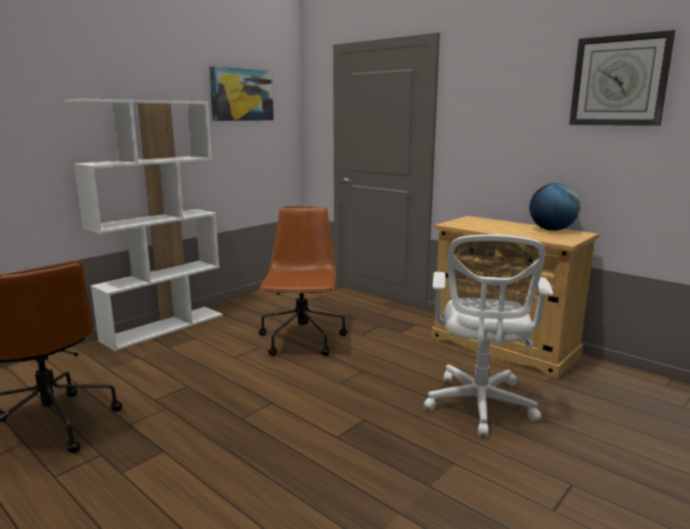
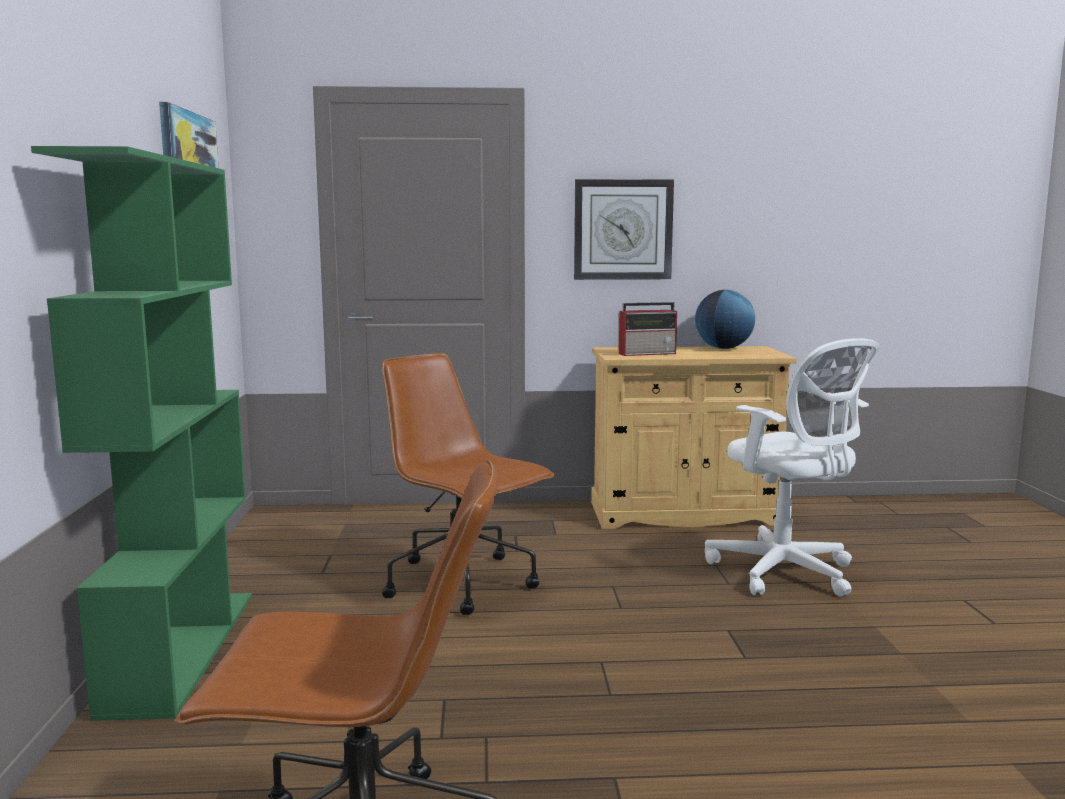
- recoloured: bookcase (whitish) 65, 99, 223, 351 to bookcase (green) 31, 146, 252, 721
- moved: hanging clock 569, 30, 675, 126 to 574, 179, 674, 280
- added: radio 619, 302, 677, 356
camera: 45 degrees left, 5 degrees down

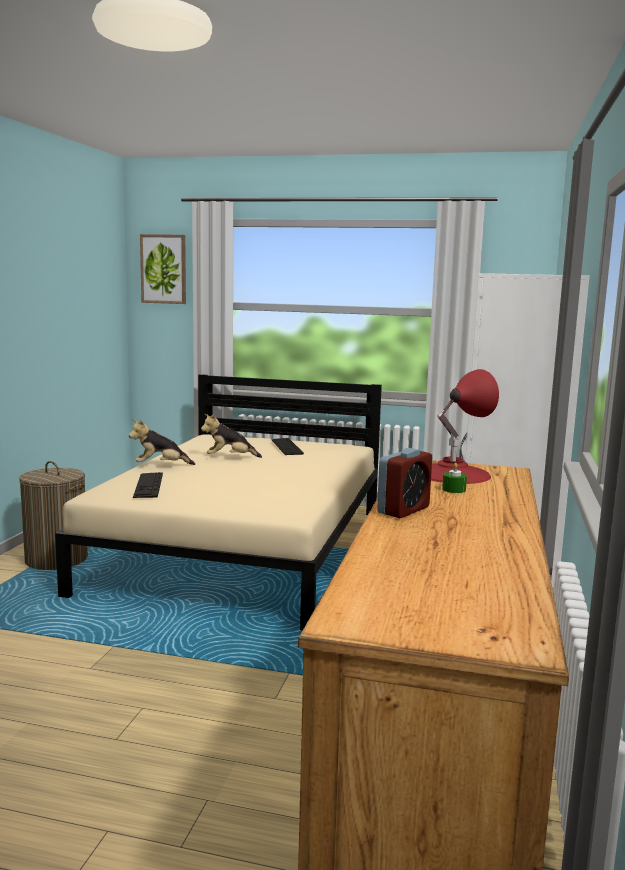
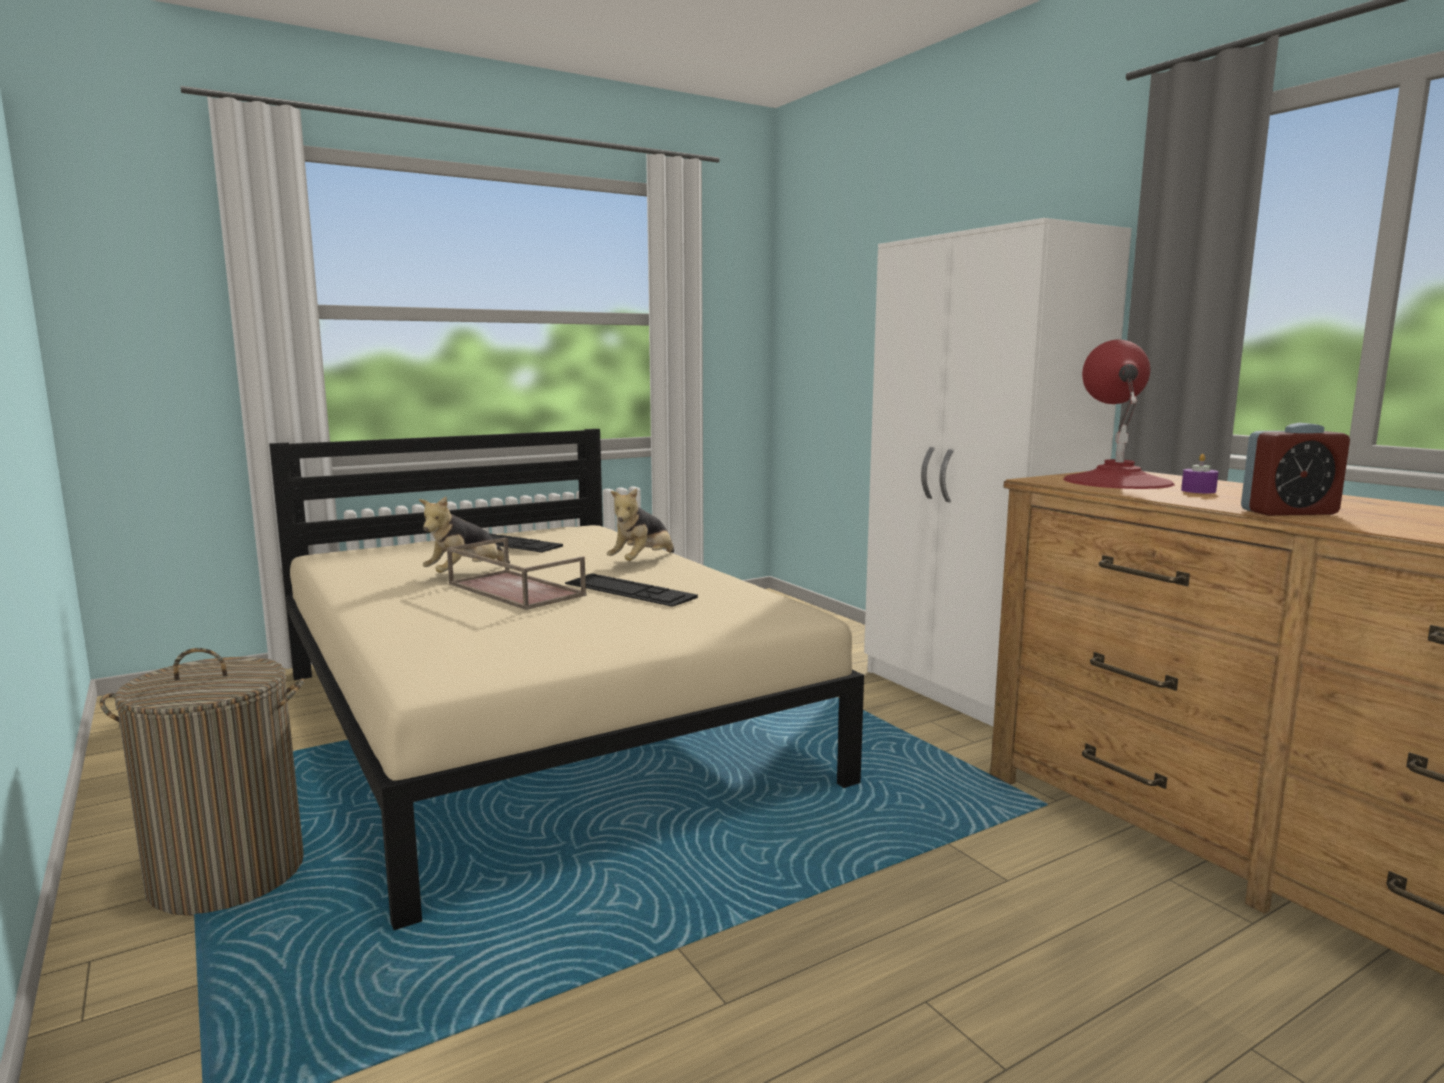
- added: carrying tray (brown) 447, 538, 586, 610
- moved: keyboard 133, 472, 163, 498 to 565, 573, 698, 607
- moved: soft toy 129, 419, 195, 465 to 607, 488, 674, 561
- recoloured: wax light (green) 442, 463, 467, 493 to wax light (purplish) 1181, 454, 1219, 493
- turned: table clock 377, 448, 432, 518 = 1241, 423, 1350, 516 90 degrees clockwise
- removed: picture 140, 234, 186, 304
camera: 45 degrees left, 0 degrees up

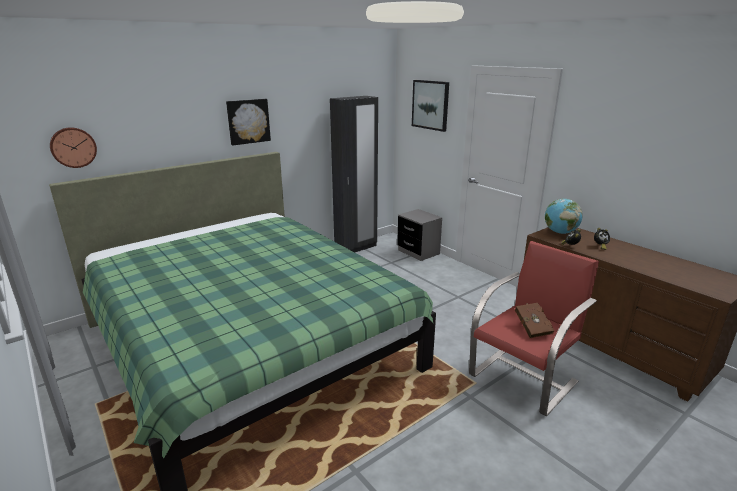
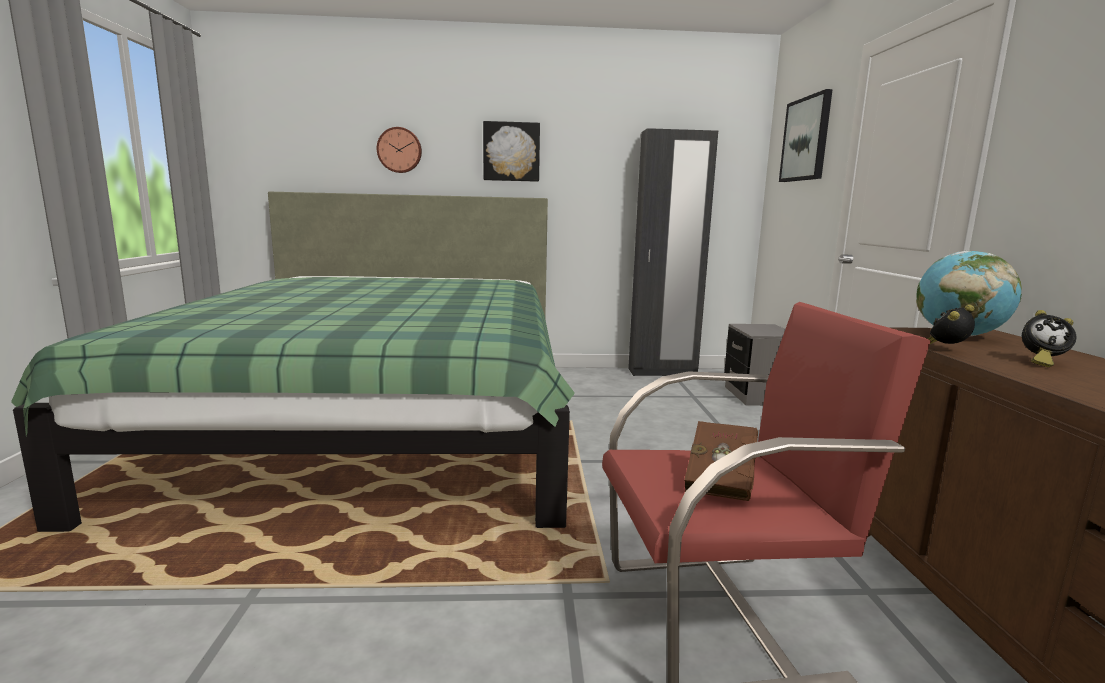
- moved: hanging clock 50, 127, 97, 168 to 377, 127, 422, 173
camera: 35 degrees right, 10 degrees down

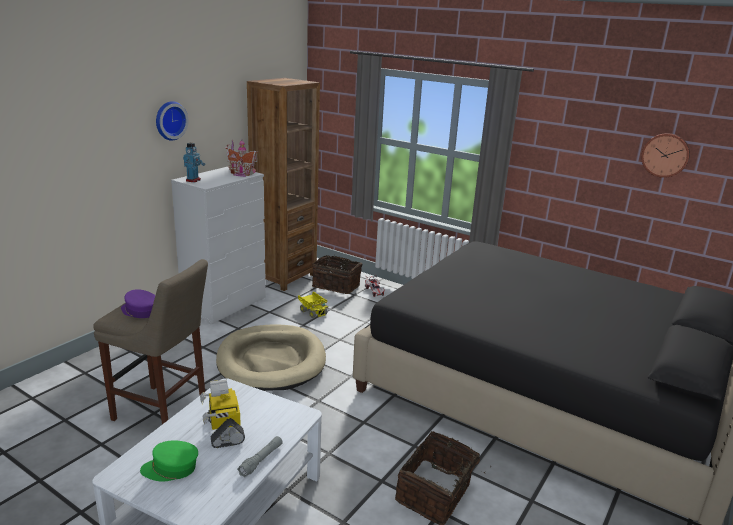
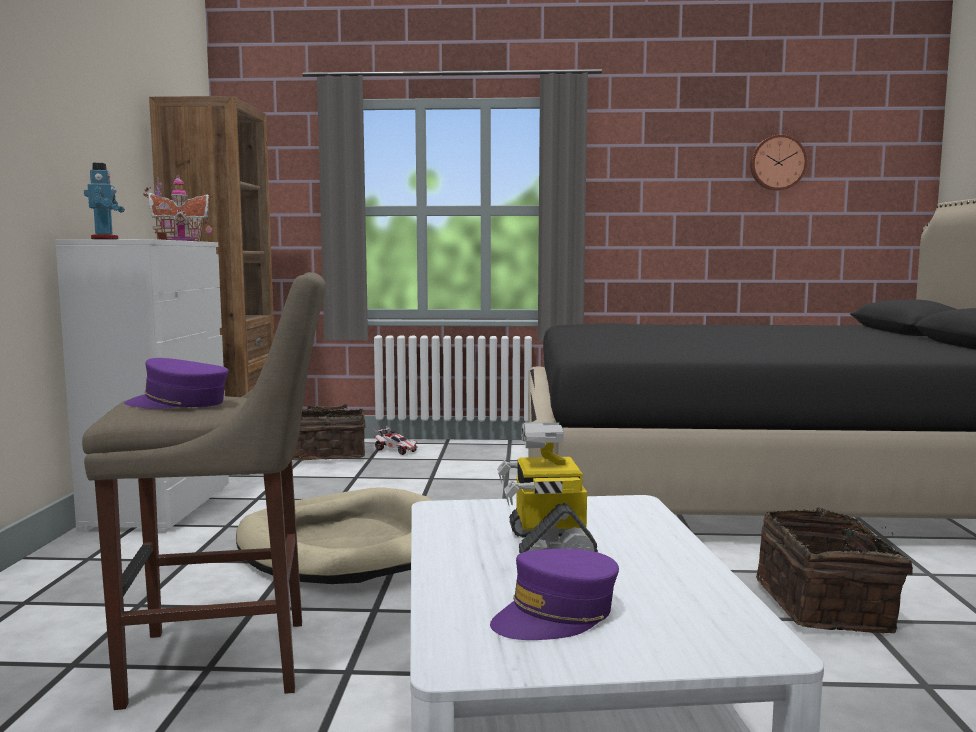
- recoloured: cap (green) 140, 441, 198, 482 to cap (purplish) 490, 549, 619, 640
- turned: toy robot 200, 380, 245, 448 = 497, 422, 598, 553 45 degrees clockwise
- removed: hanging clock 156, 101, 188, 141
- removed: flashlight (gray) 237, 436, 282, 478
- removed: model truck 298, 291, 328, 318
camera: 30 degrees left, 15 degrees down

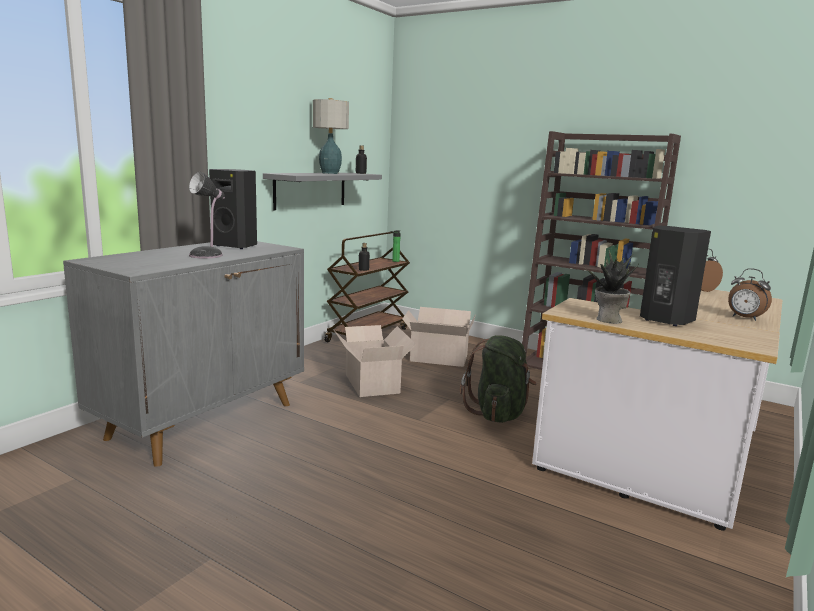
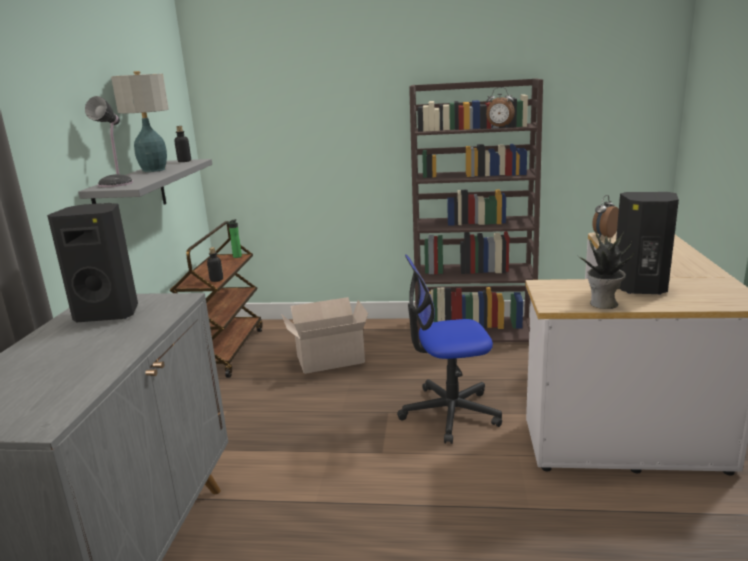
- moved: tabletop lamp 189, 171, 225, 258 to 85, 96, 133, 187
- replaced: knapsack (green) 460, 335, 537, 423 to computer chair 397, 255, 502, 444
- moved: table clock 728, 268, 772, 321 to 486, 87, 515, 128
- removed: cardboard box 333, 325, 416, 397
camera: 25 degrees left, 5 degrees up

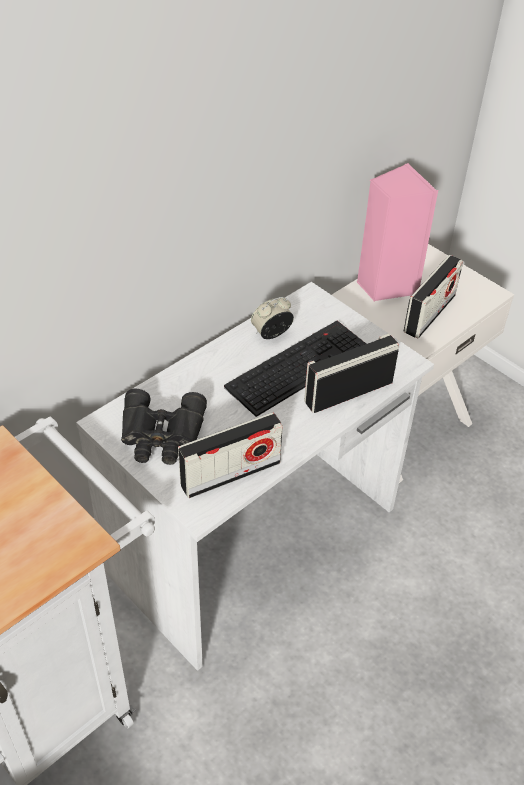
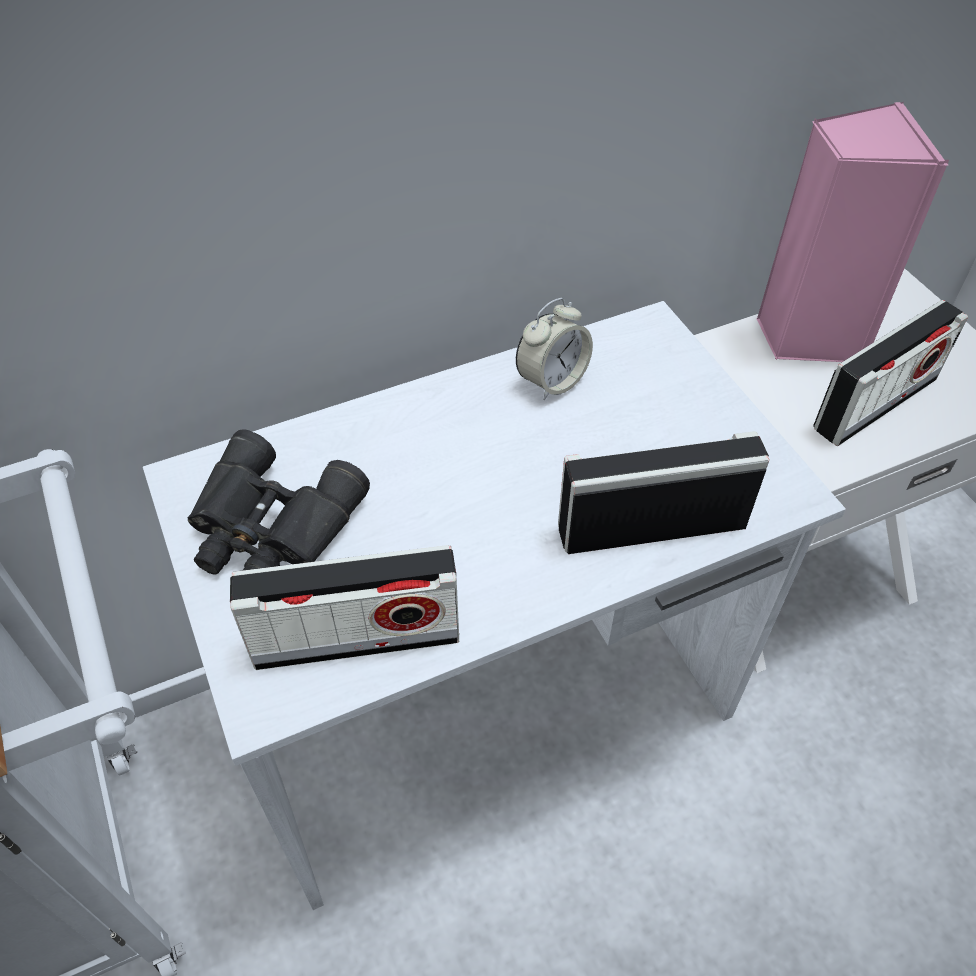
- turned: table clock 251, 297, 294, 339 = 516, 298, 593, 400 150 degrees clockwise
- removed: keyboard 224, 321, 366, 417
camera: 20 degrees right, 5 degrees up

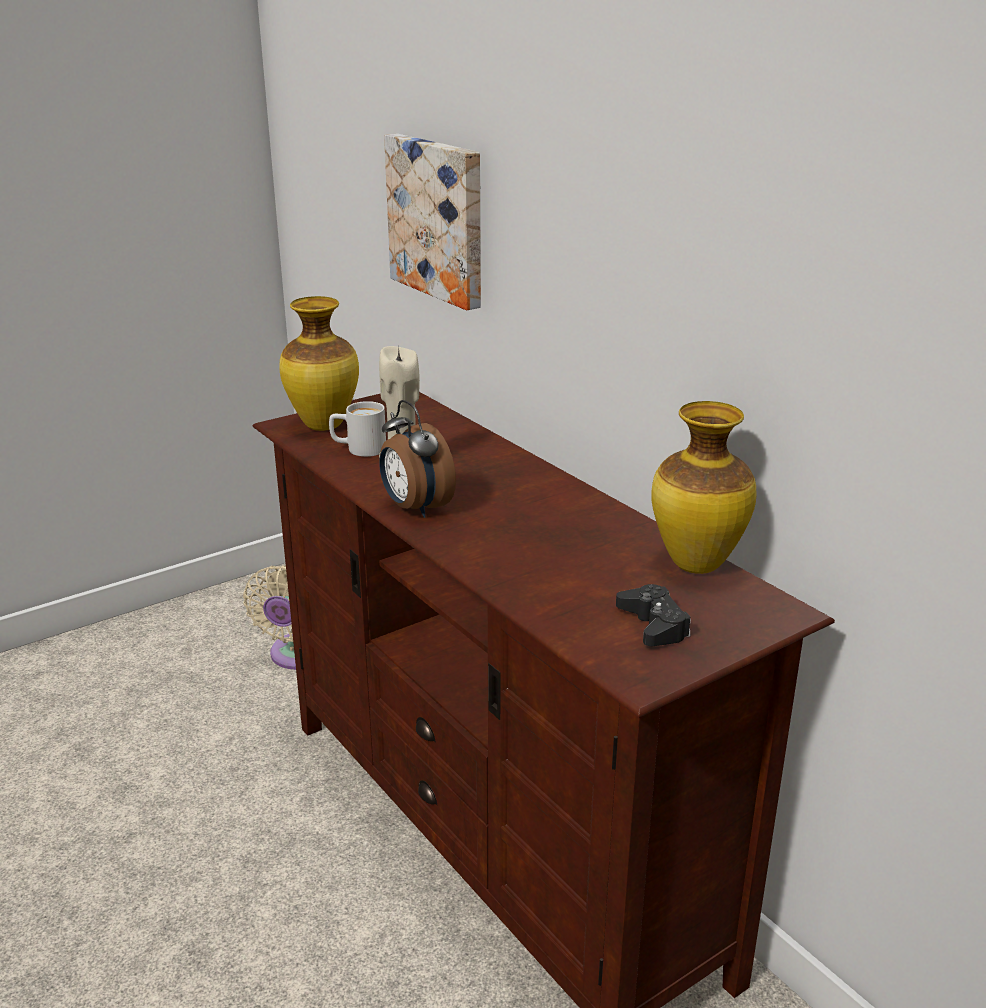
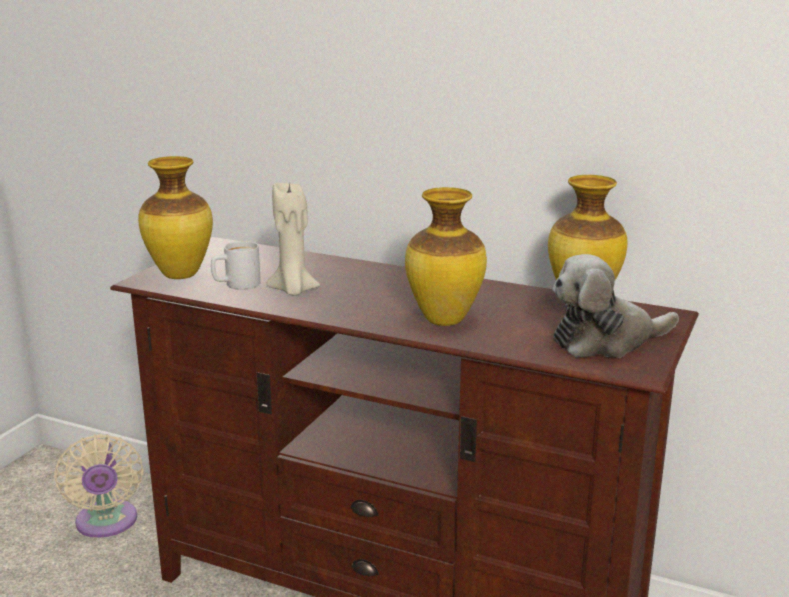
- added: vase 405, 187, 487, 326
- replaced: joypad (black-coloured) 616, 584, 691, 646 to soft toy 552, 254, 679, 358
- removed: table clock 379, 400, 456, 518
- removed: picture 384, 134, 481, 310
camera: 30 degrees left, 5 degrees down

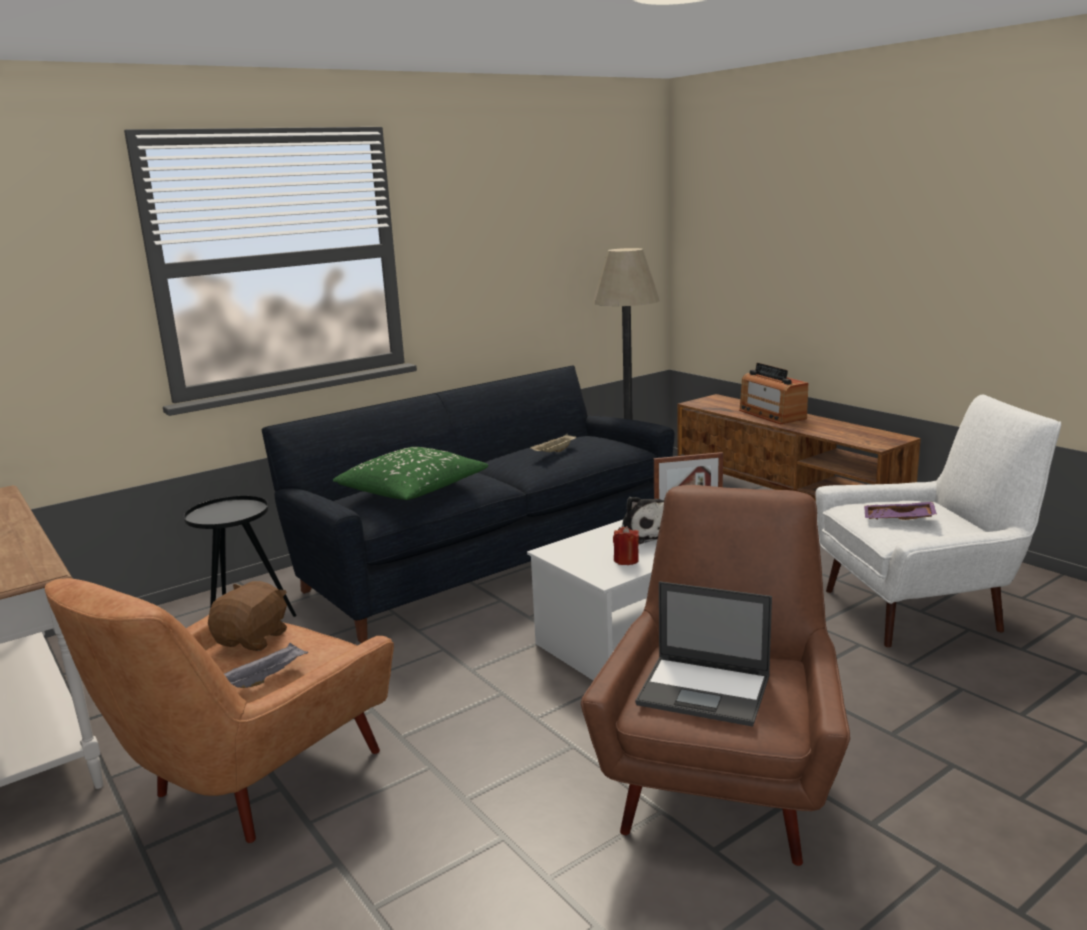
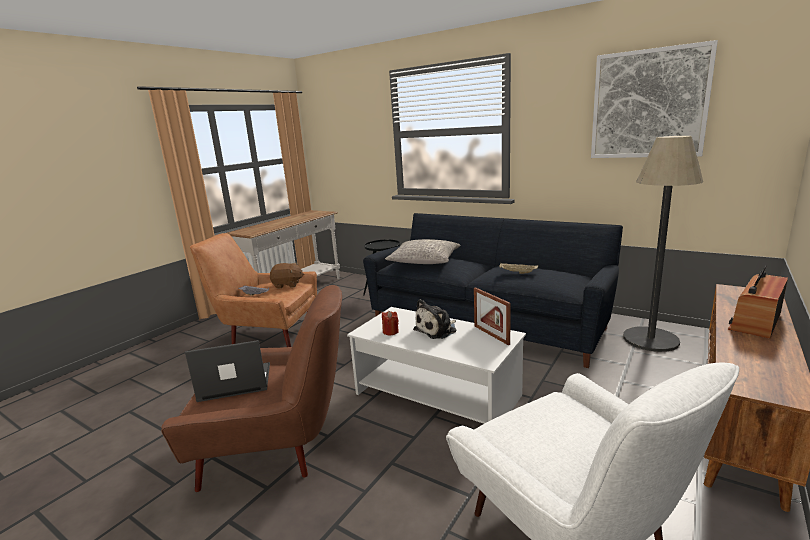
- turned: portable computer 635, 581, 772, 727 = 185, 340, 270, 402 75 degrees clockwise
- recoloured: pillow (green) 333, 447, 488, 500 to pillow (gray) 385, 239, 460, 264
- added: picture 591, 40, 718, 158
- removed: carrying tray (purplish) 864, 502, 937, 520
camera: 70 degrees right, 0 degrees up

